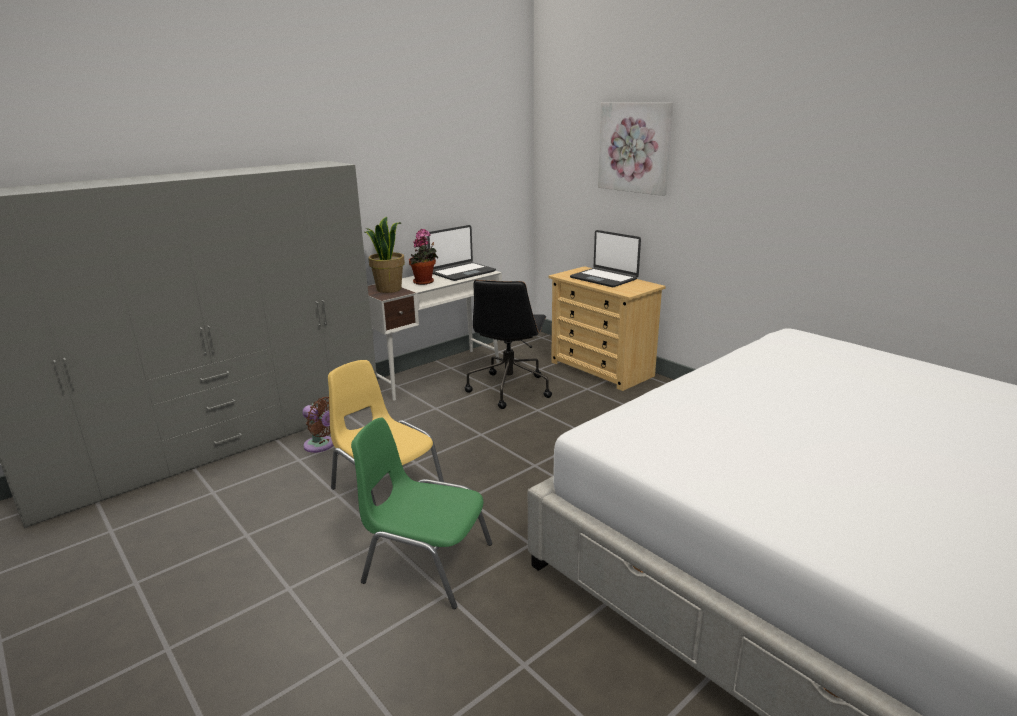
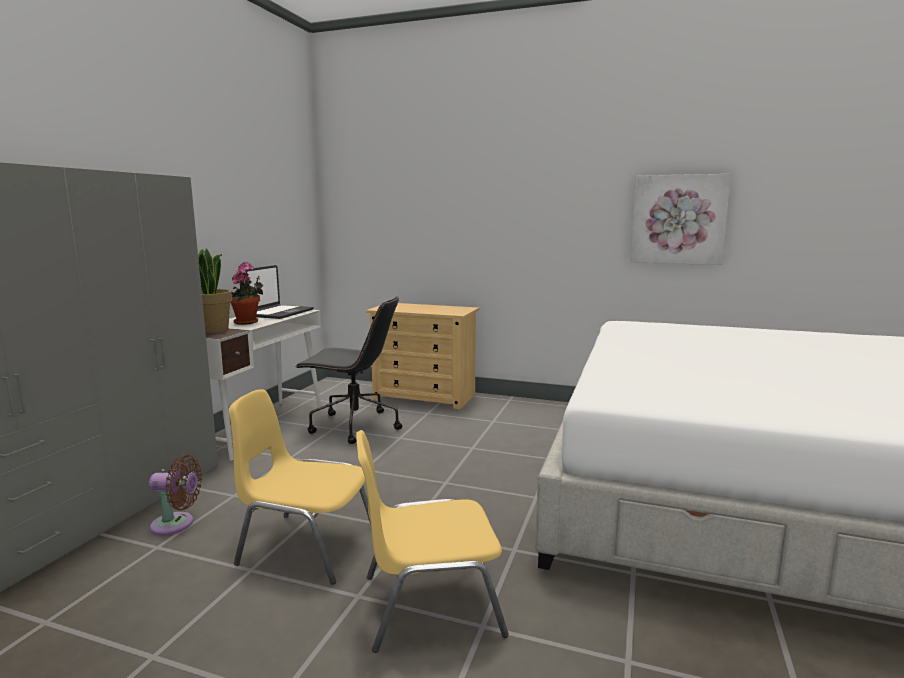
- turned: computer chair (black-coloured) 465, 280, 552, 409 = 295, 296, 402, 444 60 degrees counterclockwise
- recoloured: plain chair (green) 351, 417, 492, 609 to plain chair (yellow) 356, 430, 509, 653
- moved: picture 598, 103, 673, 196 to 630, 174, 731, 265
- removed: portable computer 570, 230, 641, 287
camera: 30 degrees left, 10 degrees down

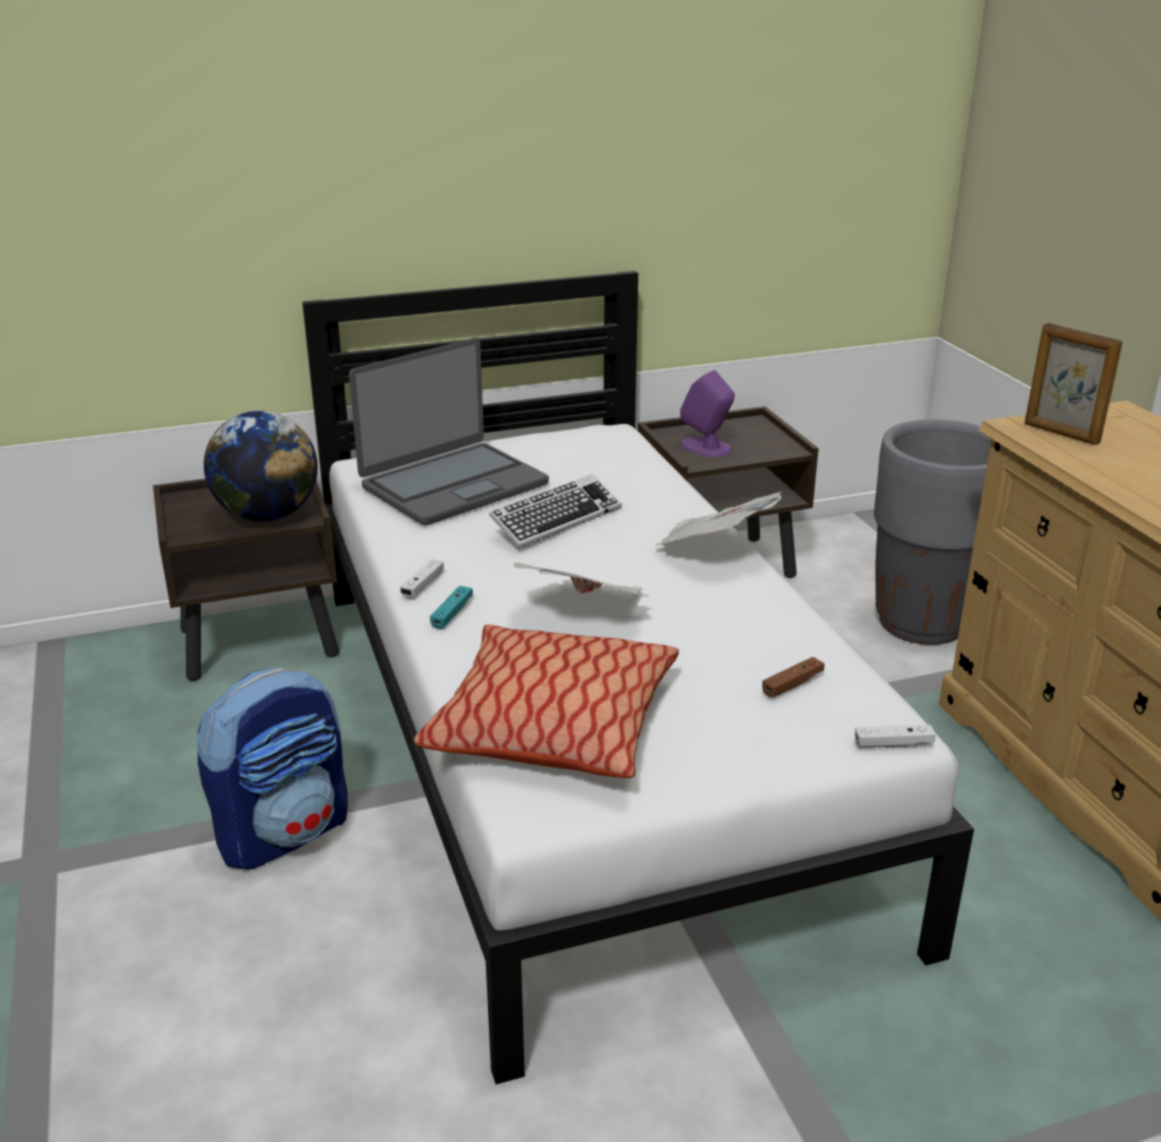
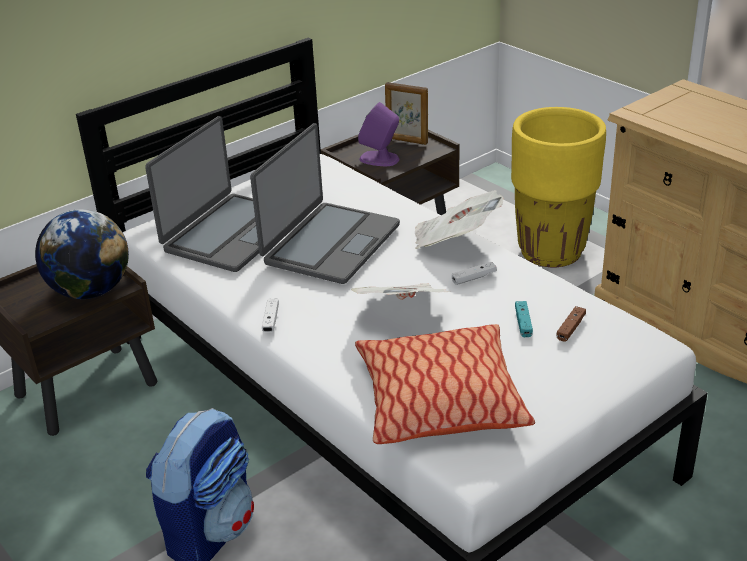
- replaced: keyboard 489, 474, 622, 548 to portable computer 250, 123, 400, 284
- moved: standing frame 1025, 323, 1123, 445 to 385, 82, 428, 145
- moved: joypad (whitish) 855, 724, 936, 748 to 452, 262, 497, 285
- recoloured: planter (gray) 874, 419, 991, 645 to planter (yellow) 511, 107, 606, 267
- moved: joypad (blue-green) 430, 586, 473, 629 to 515, 301, 533, 337
camera: 20 degrees left, 5 degrees up

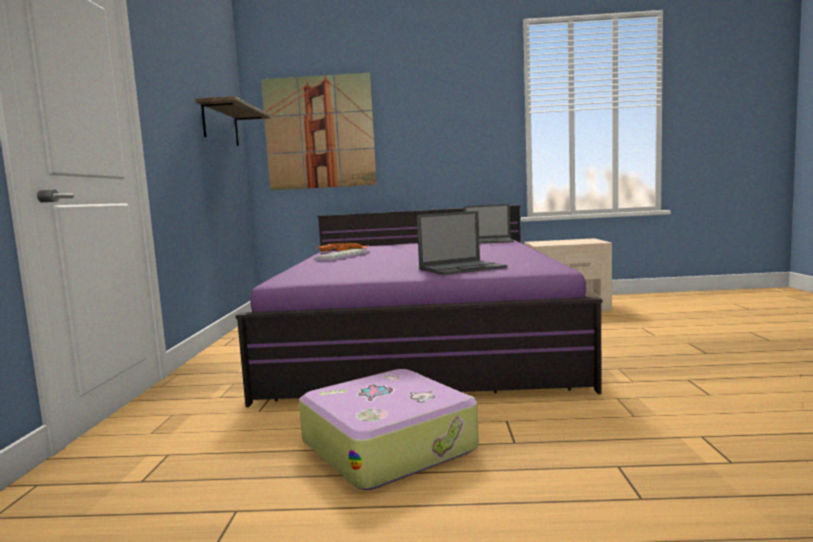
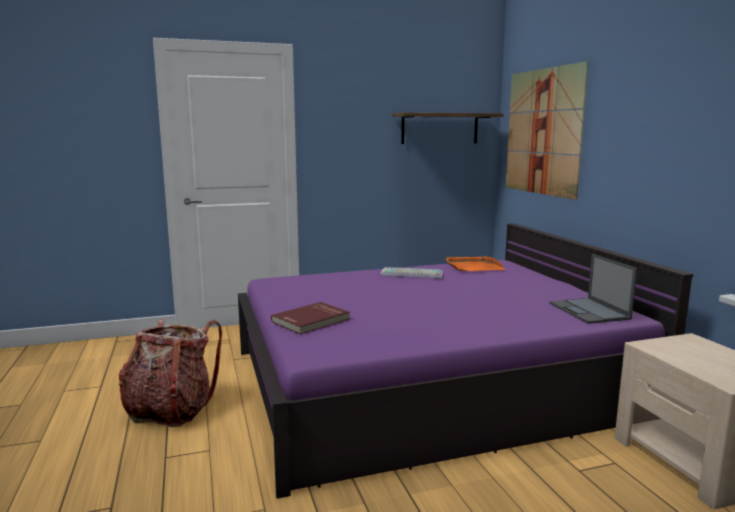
- replaced: travel case 299, 369, 479, 490 to knapsack 119, 319, 222, 427
- replaced: portable computer 417, 211, 507, 275 to bound book (red) 271, 302, 350, 334
camera: 70 degrees right, 5 degrees up

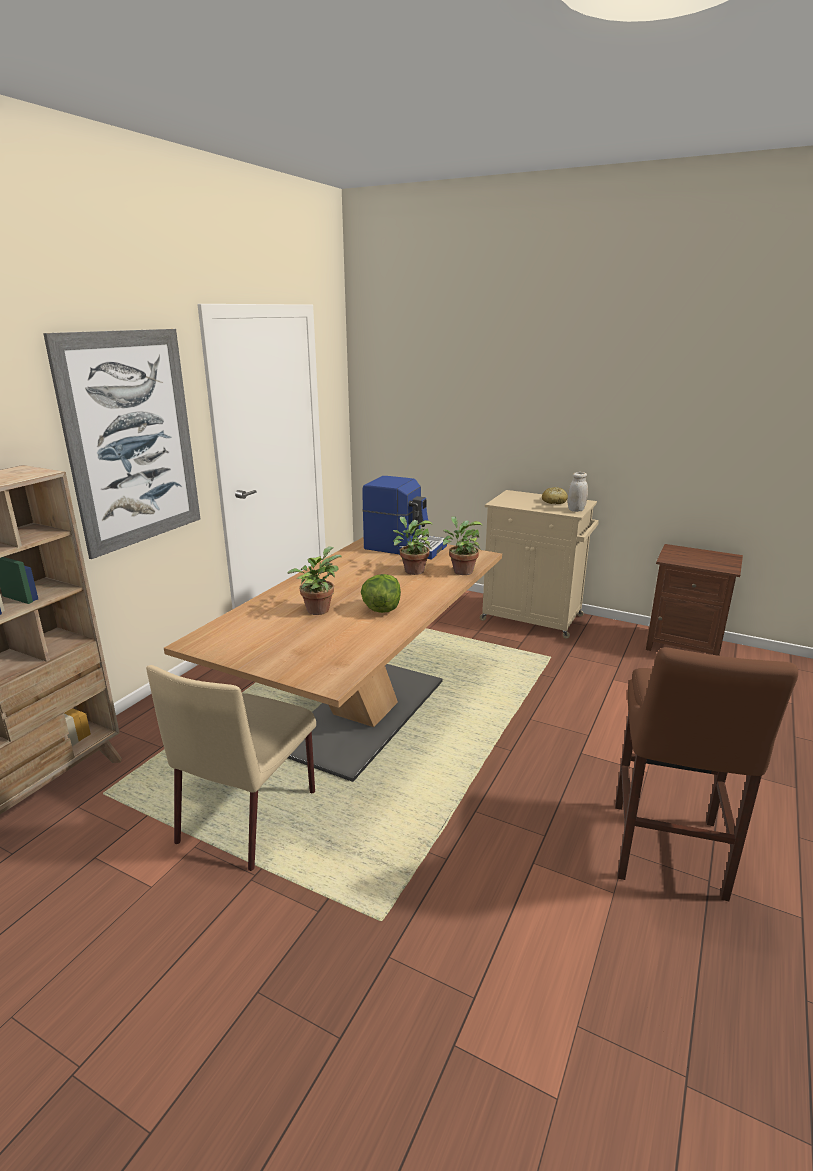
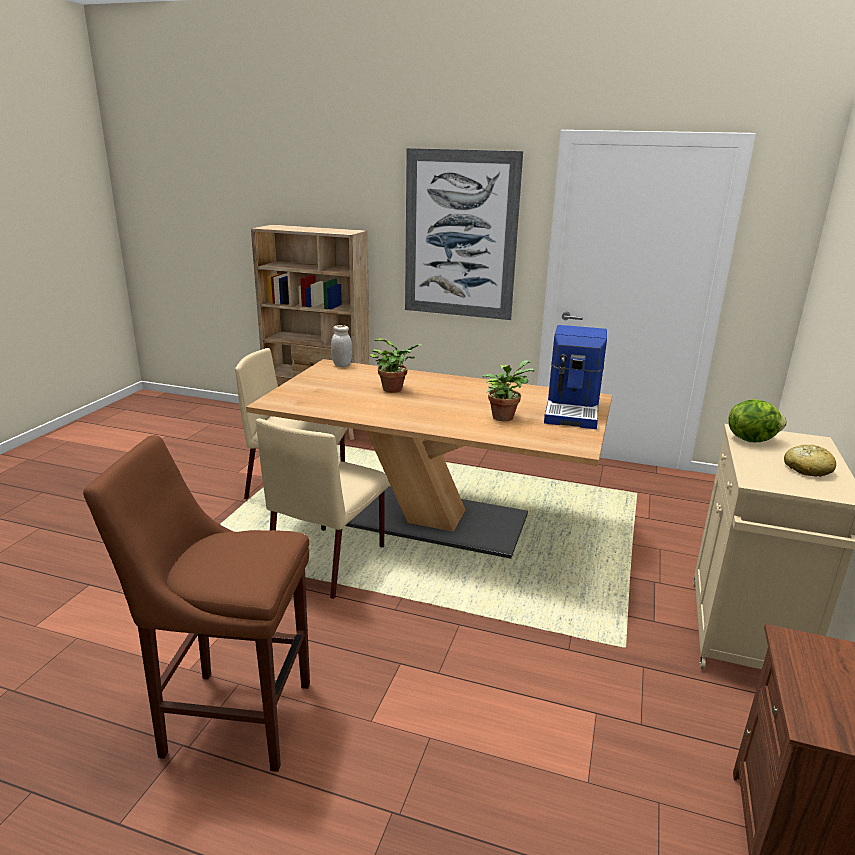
- added: plain chair (sand-coloured) 256, 418, 389, 599
- moved: preserve jar (whitish) 567, 472, 588, 512 to 331, 325, 352, 367
- moved: lettuce 361, 574, 401, 613 to 728, 399, 787, 442
- removed: plant in a pot 443, 516, 483, 575
camera: 80 degrees right, 0 degrees up

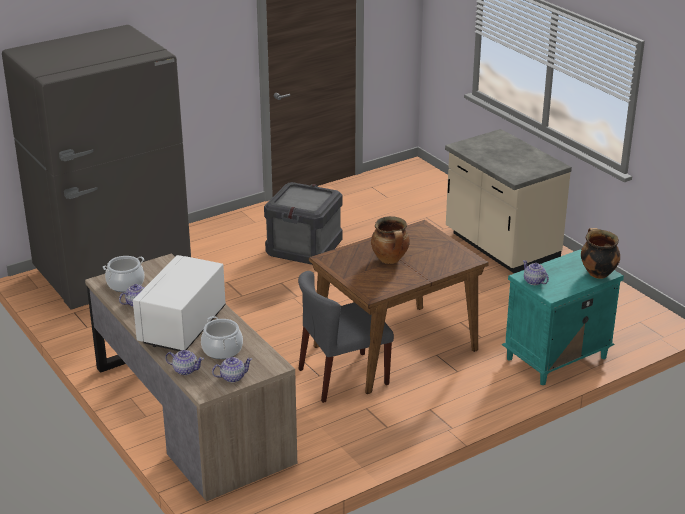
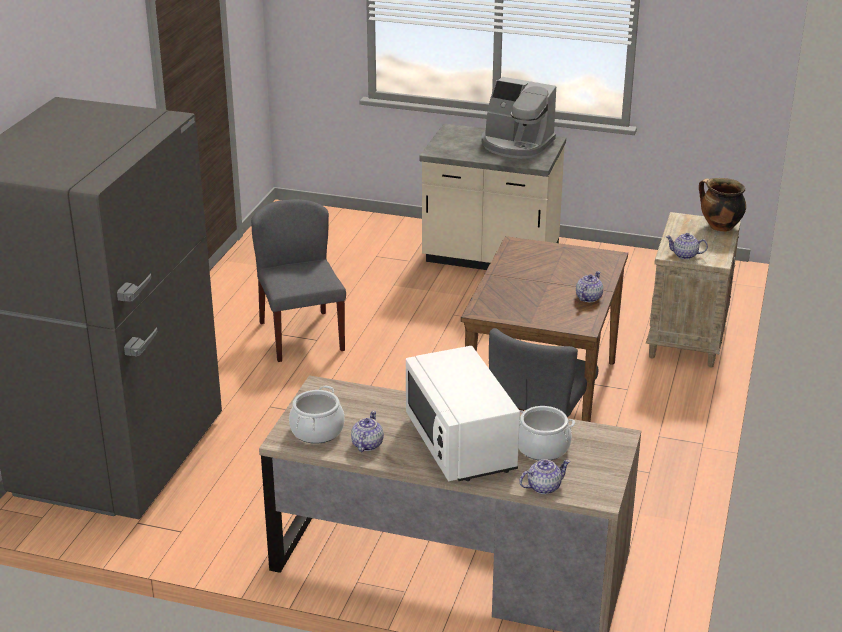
- replaced: packing crate 264, 182, 342, 265 to plain chair (gray) 251, 199, 346, 362
- added: coffee brewer 482, 77, 556, 159
- moved: teapot 212, 357, 252, 382 to 576, 271, 603, 302
- recoloured: nightstand (blue-green) 502, 250, 624, 385 to nightstand (sand-coloured) 646, 212, 741, 367
- removed: cooking pot 371, 216, 410, 264
camera: 40 degrees left, 0 degrees up

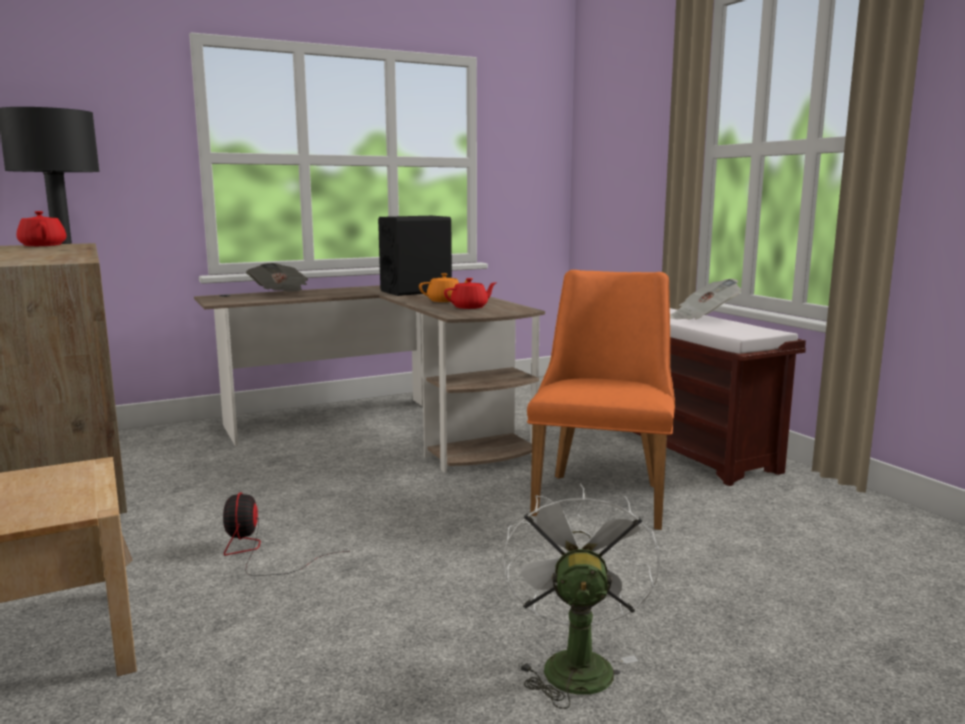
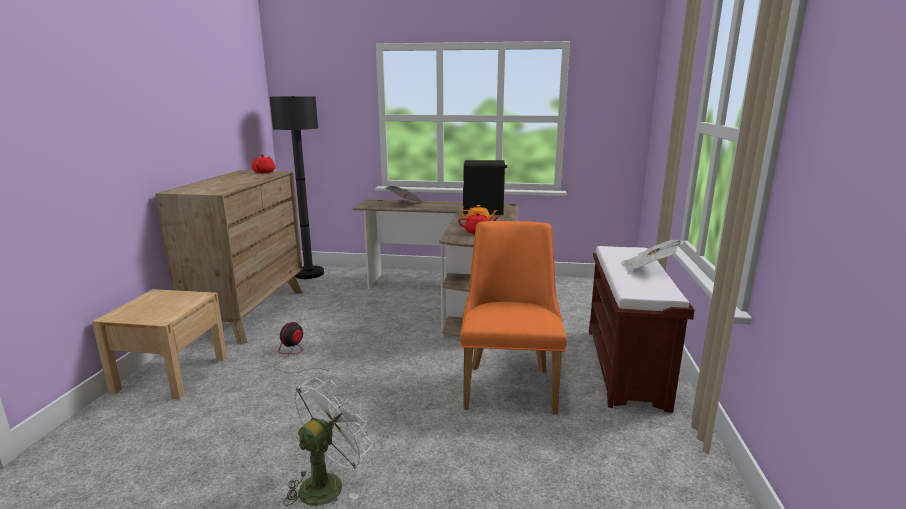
- turned: plain chair (orange) 527, 270, 675, 530 = 460, 221, 567, 415 45 degrees counterclockwise
camera: 35 degrees right, 5 degrees up

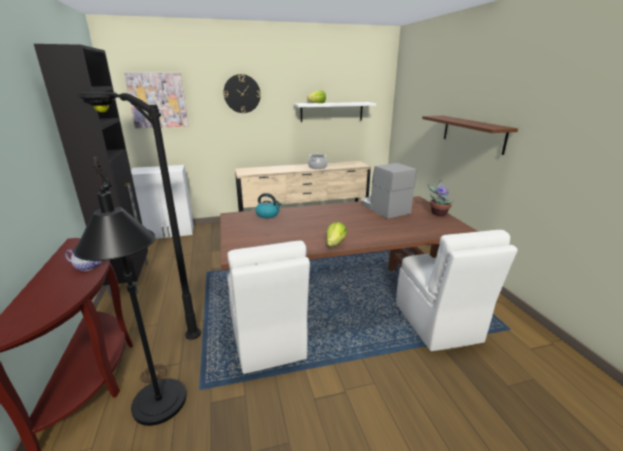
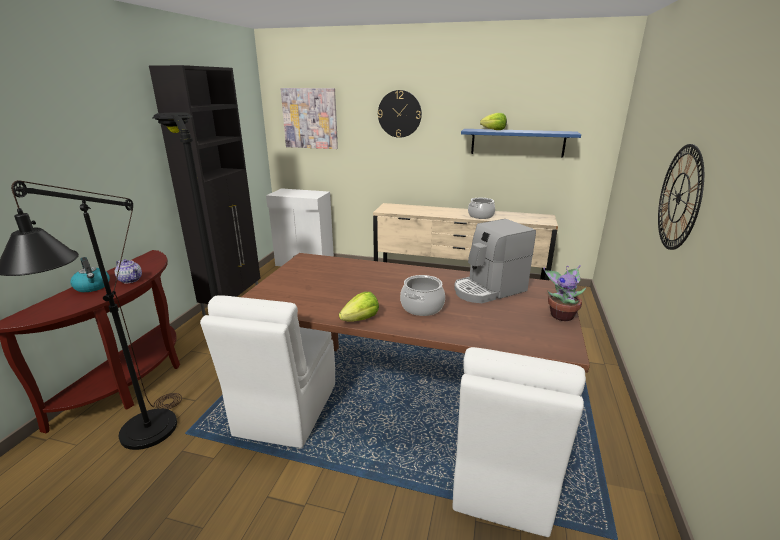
- moved: water kettle 255, 193, 281, 218 to 70, 257, 110, 292
- added: cooking pot 400, 275, 445, 316
- turned: coffee brewer 363, 163, 417, 219 = 454, 219, 536, 303 120 degrees counterclockwise
- recoloured: wall shelf (whitish) 294, 102, 376, 122 to wall shelf (blue) 461, 129, 581, 157
- replaced: wall shelf (brown) 422, 116, 518, 155 to hanging clock 658, 144, 704, 250
camera: 30 degrees right, 0 degrees up

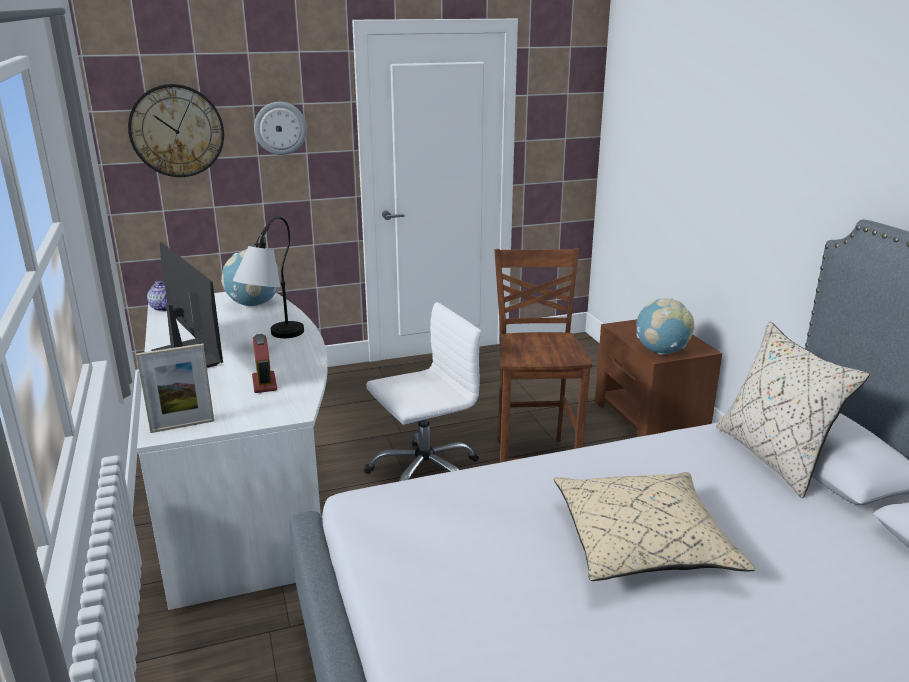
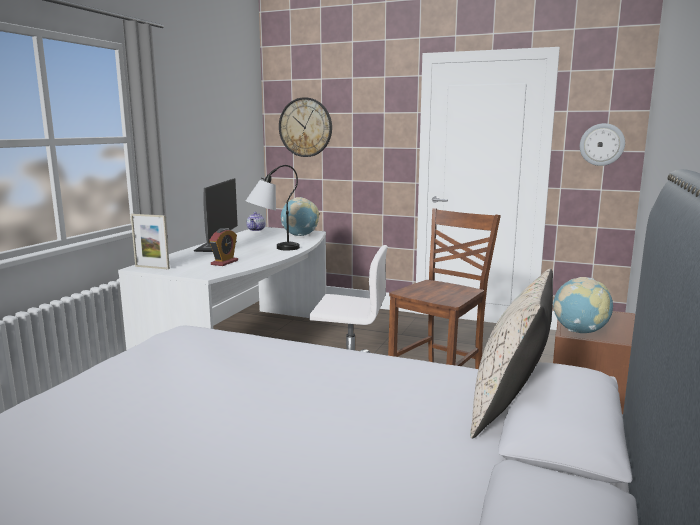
- moved: hanging clock 254, 102, 307, 155 to 580, 123, 625, 166
- removed: pillow (sand-coloured) 554, 472, 755, 581
camera: 40 degrees right, 10 degrees down

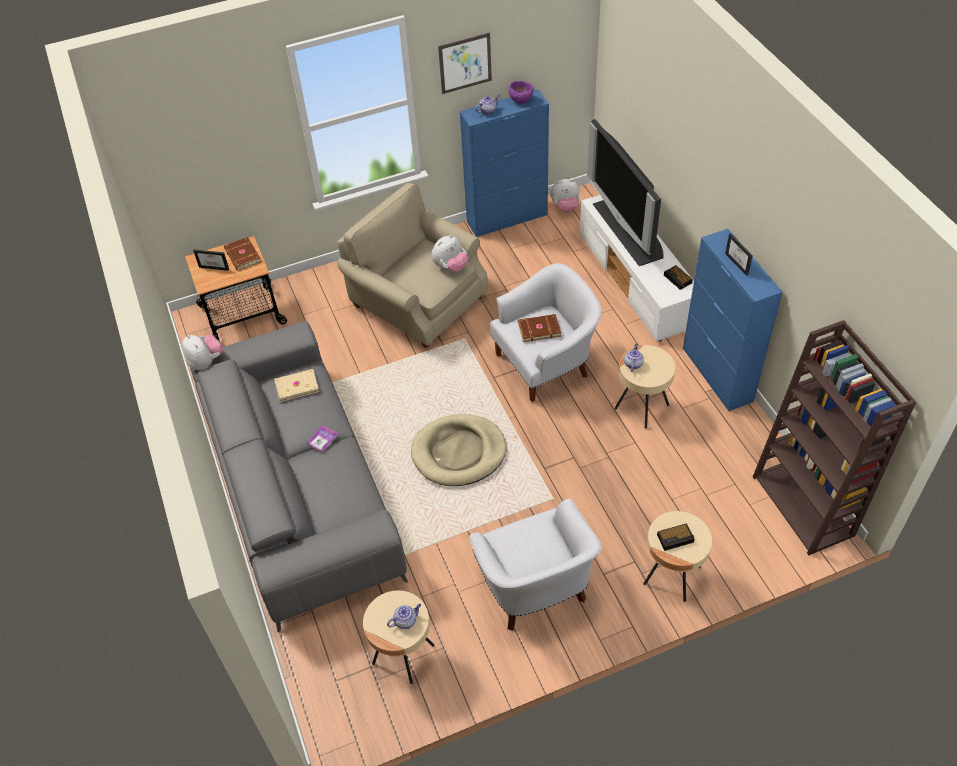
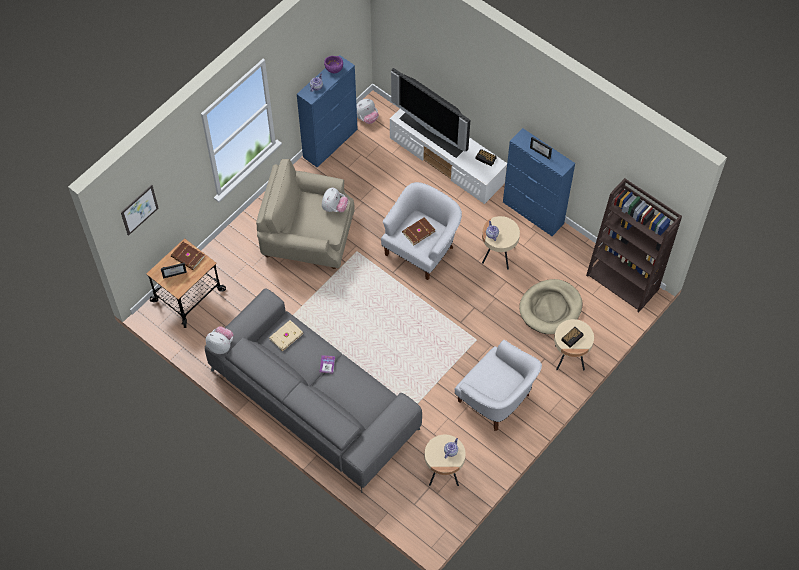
- moved: picture 438, 32, 492, 94 to 121, 185, 159, 236
- moved: pet bed (sand-coloured) 411, 414, 507, 486 to 519, 279, 582, 334
camera: 30 degrees left, 10 degrees up

